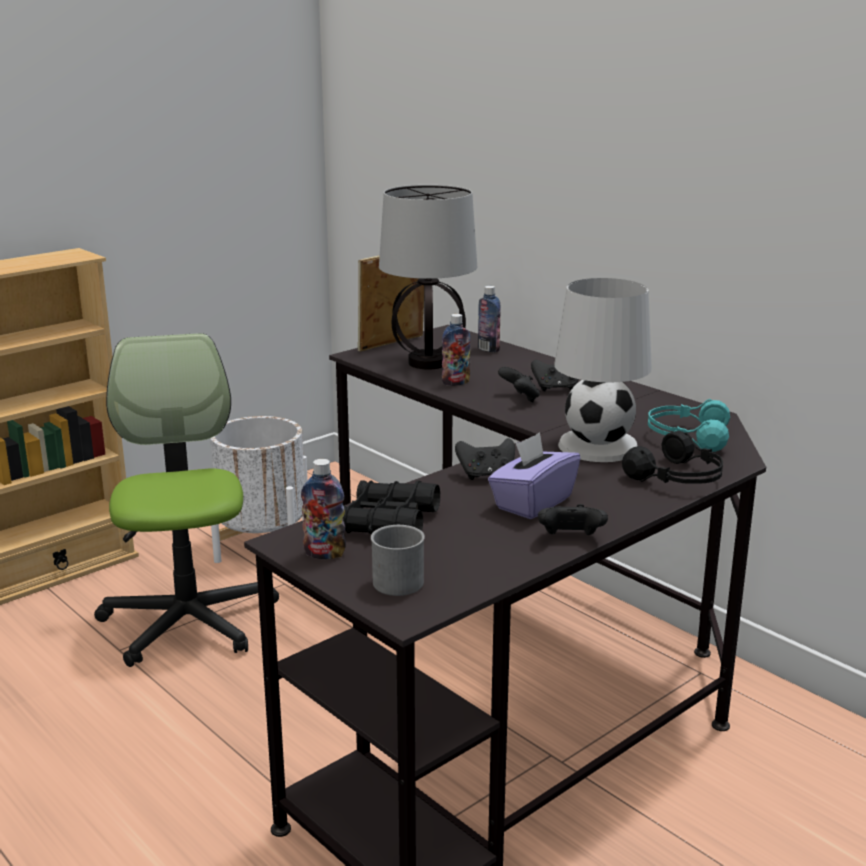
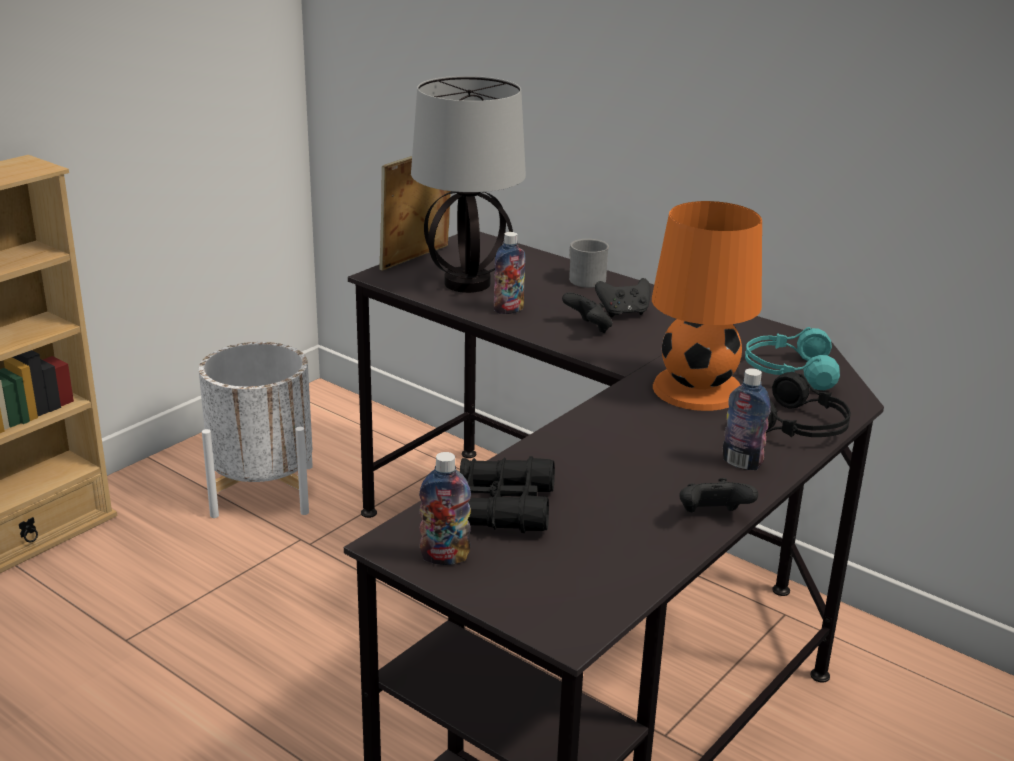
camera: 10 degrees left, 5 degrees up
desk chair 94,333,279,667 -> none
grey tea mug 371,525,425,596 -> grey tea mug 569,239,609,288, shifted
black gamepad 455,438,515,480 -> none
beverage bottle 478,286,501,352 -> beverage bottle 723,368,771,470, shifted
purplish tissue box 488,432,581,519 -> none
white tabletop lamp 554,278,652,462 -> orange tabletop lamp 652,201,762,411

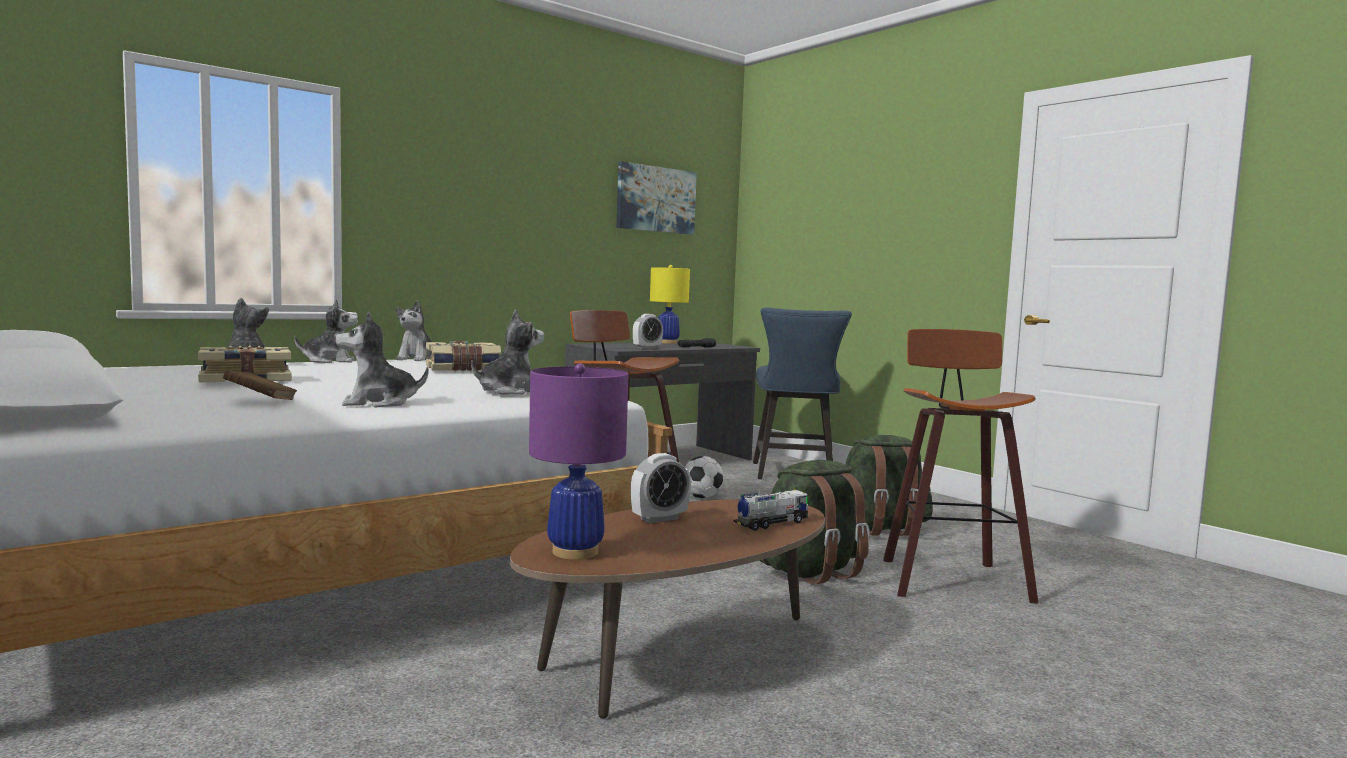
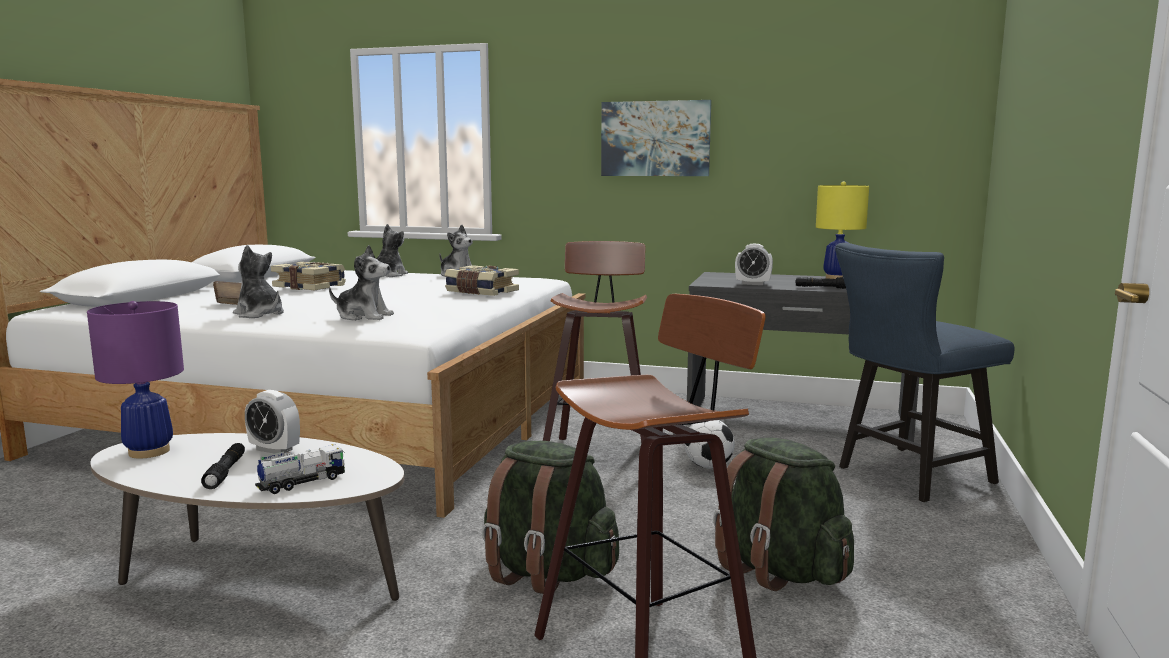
camera: 55 degrees right, 5 degrees up
soft toy 396,301,432,361 -> none
brown coffee table 510,499,825,719 -> white coffee table 90,433,404,601
picture 616,161,697,235 -> picture 601,100,711,176, shifted
model truck 734,489,808,531 -> model truck 255,444,345,494, 60 degrees counterclockwise
none -> black hand torch 201,443,245,489

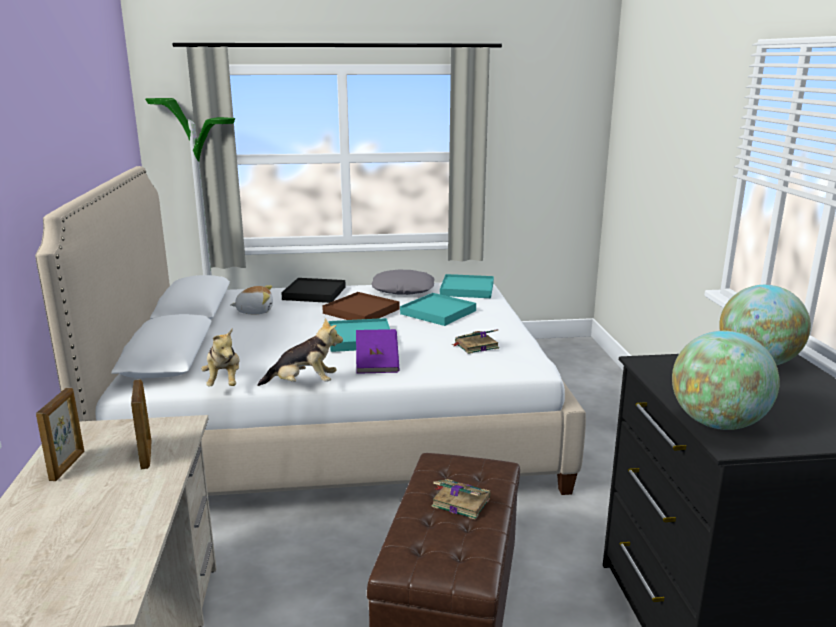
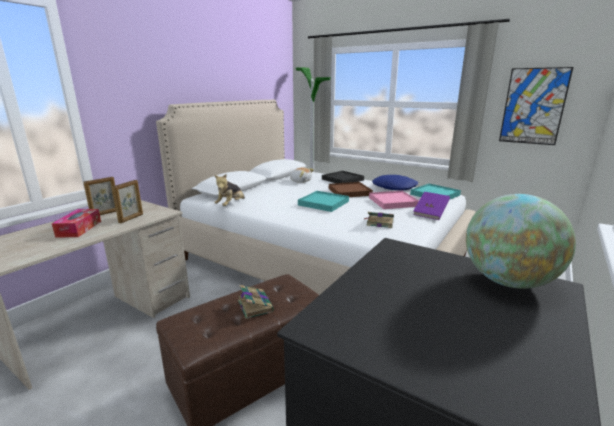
camera: 40 degrees right, 0 degrees up
soft toy 257,318,343,386 -> none
purplish bound book 356,329,400,374 -> purplish bound book 413,192,450,220, shifted
grey throw pillow 371,269,435,295 -> blue-coloured throw pillow 372,175,418,190
turquoise tray 400,293,476,326 -> pinkish tray 369,191,419,209
desk globe 672,331,780,430 -> none
none -> tissue box 52,209,101,237
none -> picture 499,67,573,145

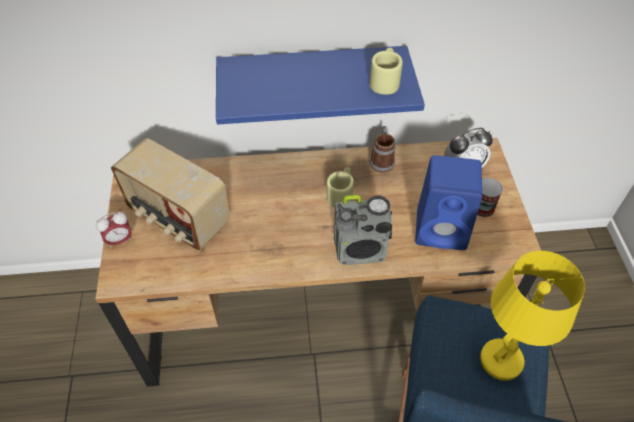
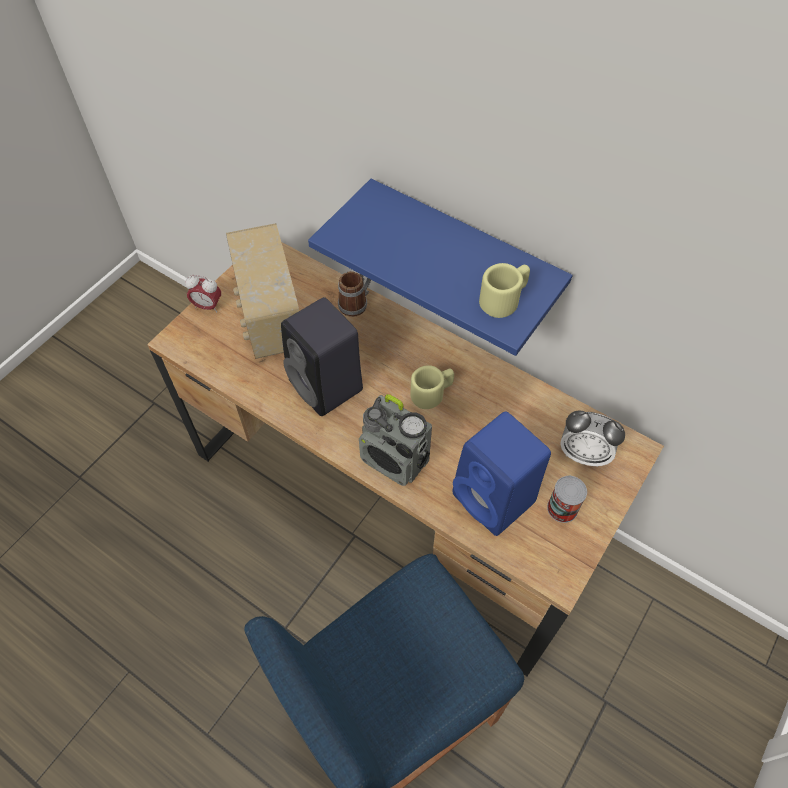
camera: 40 degrees right, 5 degrees up
tea mug 370,126,396,173 -> tea mug 338,271,371,317, shifted
yellow-coloured tabletop lamp 480,251,585,381 -> none
none -> black speaker 281,297,363,416

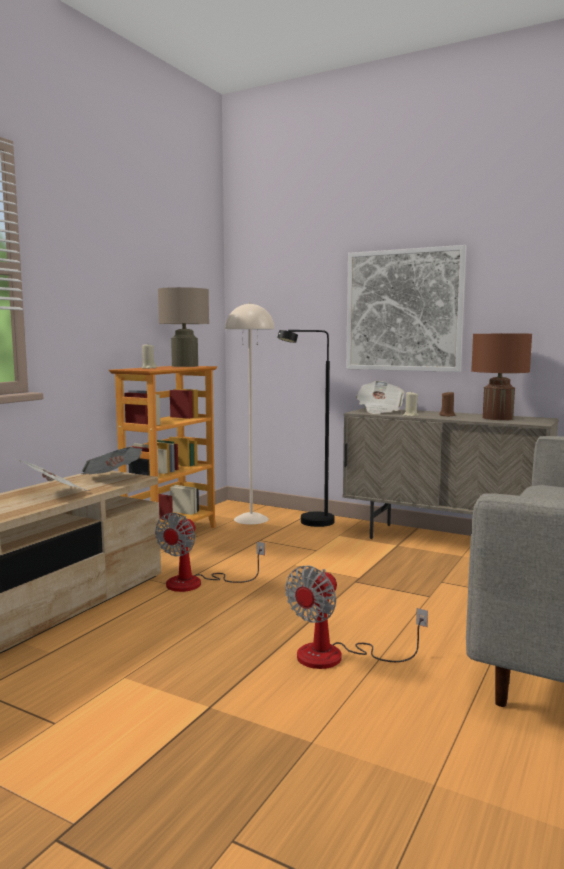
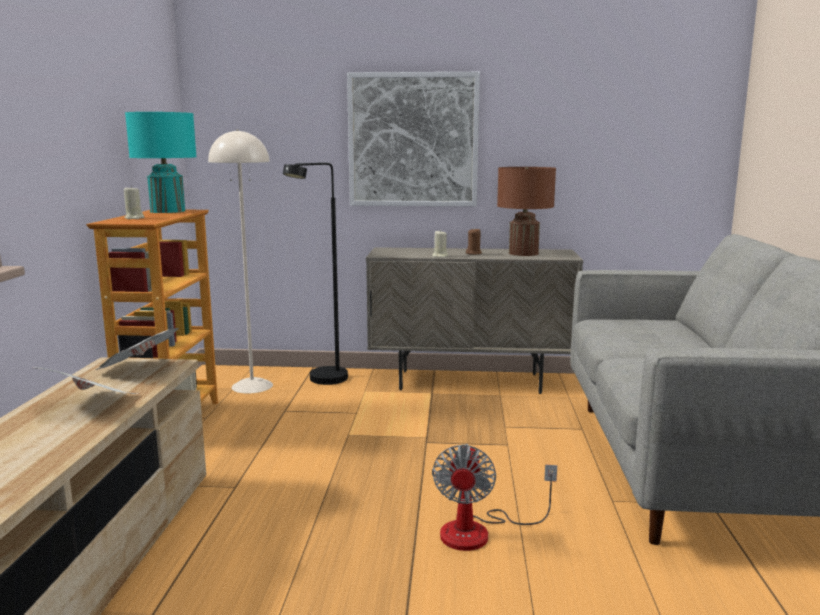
camera: 25 degrees left, 5 degrees up
electric fan 155,512,265,592 -> none
sand-coloured tabletop lamp 158,287,209,367 -> turquoise tabletop lamp 125,112,197,213
newspaper 356,381,405,414 -> none

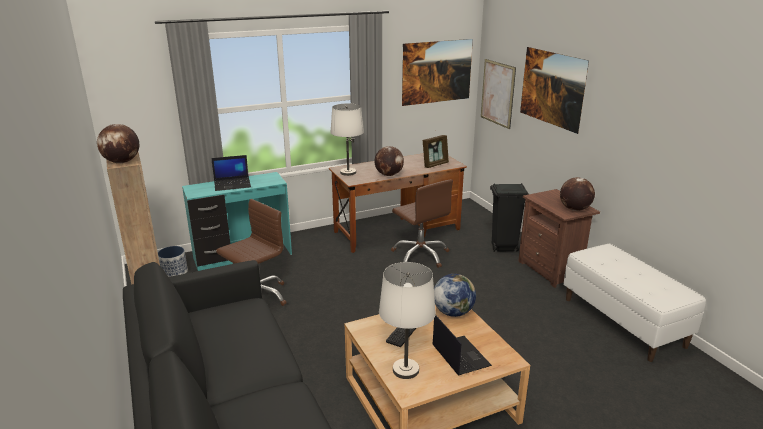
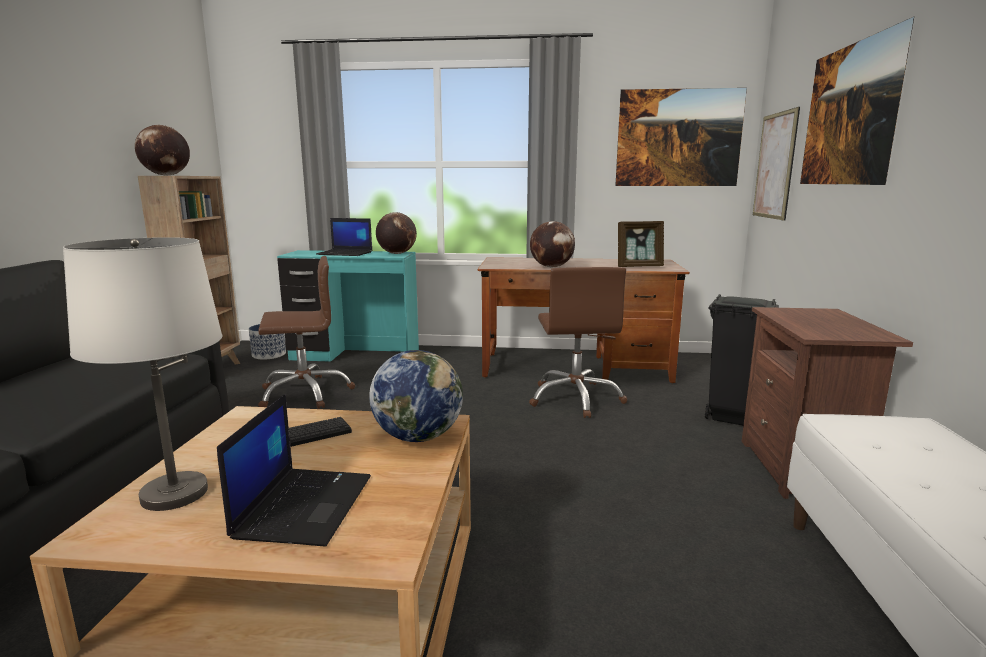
camera: 30 degrees right, 10 degrees down
white tabletop lamp 330,103,364,176 -> none
desk globe 560,177,595,211 -> desk globe 376,212,417,254, shifted

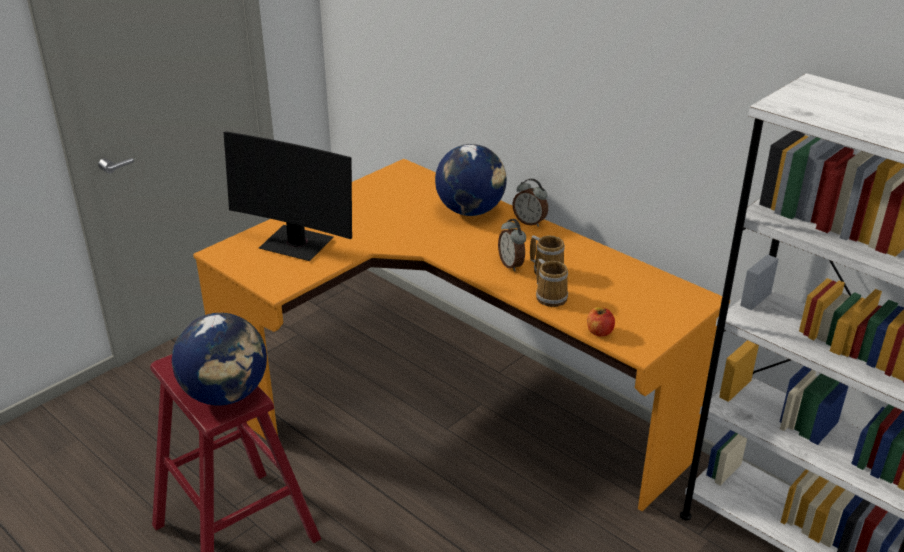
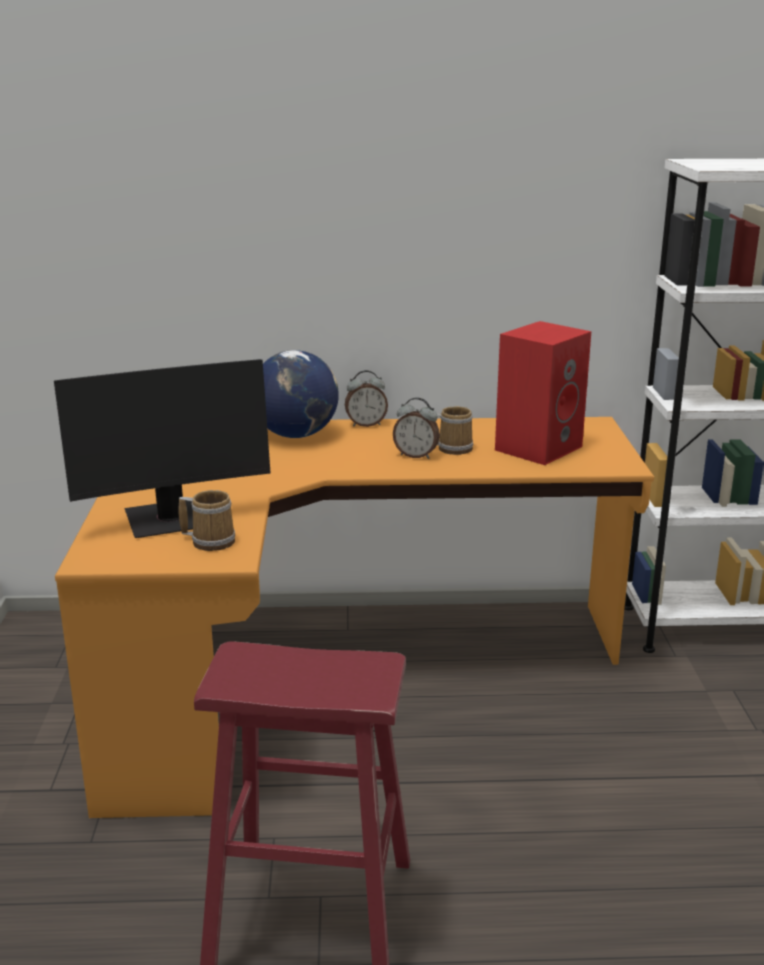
camera: 45 degrees left, 10 degrees down
desk globe 172,313,267,406 -> none
tea mug 536,259,568,307 -> tea mug 178,490,235,551, shifted
whole apple 587,307,615,337 -> none
none -> red speaker 495,321,591,465

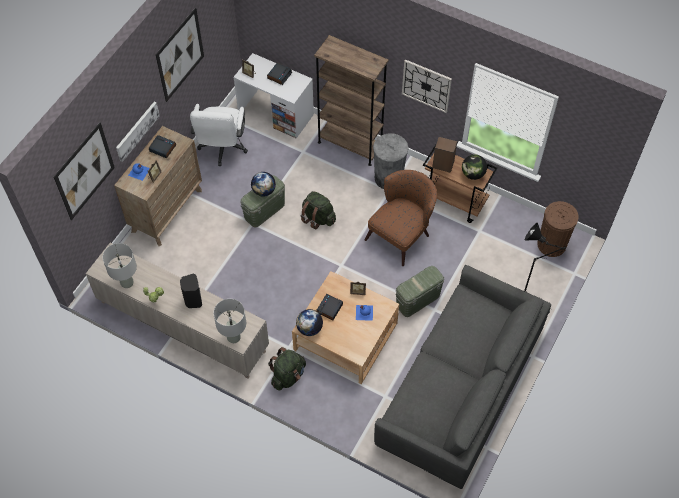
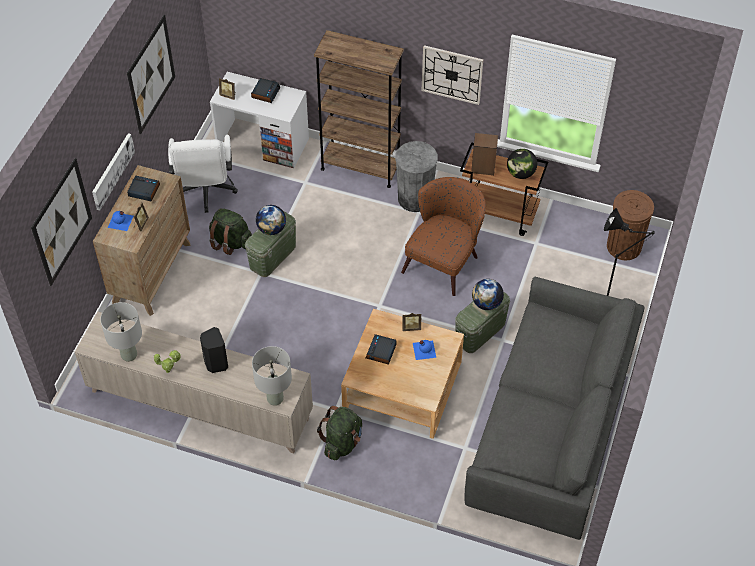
camera: 10 degrees left, 5 degrees down
desk globe 296,309,323,336 -> desk globe 472,279,504,310, shifted
green knapsack 301,191,336,229 -> green knapsack 209,208,252,255, shifted

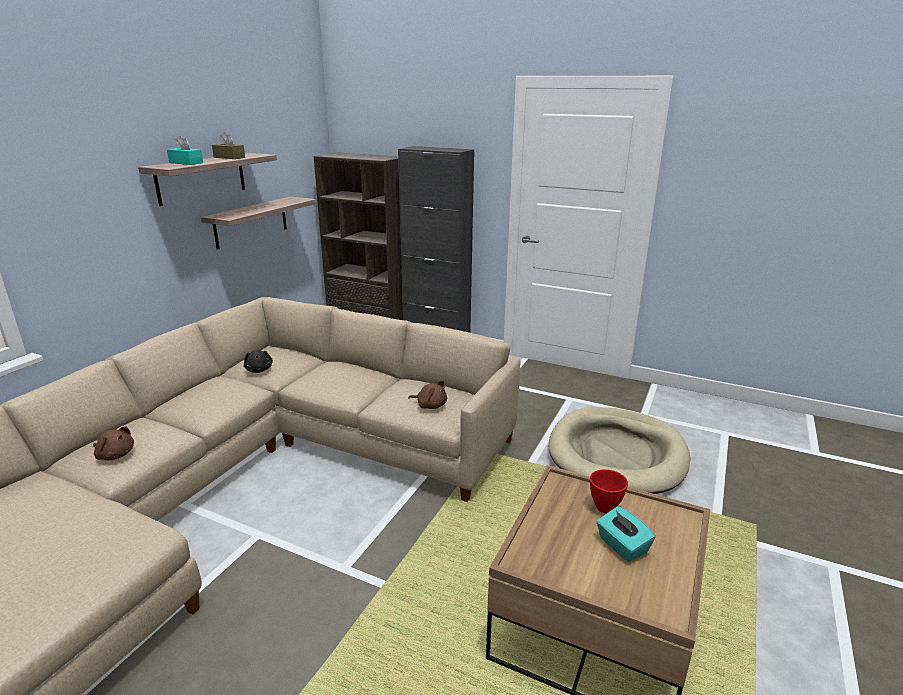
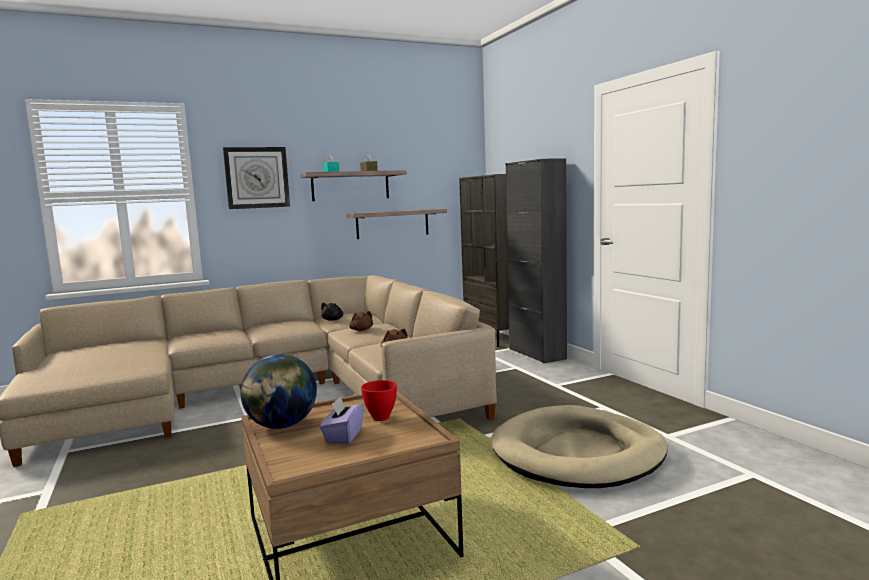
camera: 40 degrees right, 15 degrees down
brown soft toy 93,426,134,460 -> brown soft toy 349,311,373,331, shifted
turquoise tissue box 596,506,655,562 -> purplish tissue box 320,396,364,444
none -> clock on the wall 223,147,290,209
none -> desk globe 240,354,317,429

